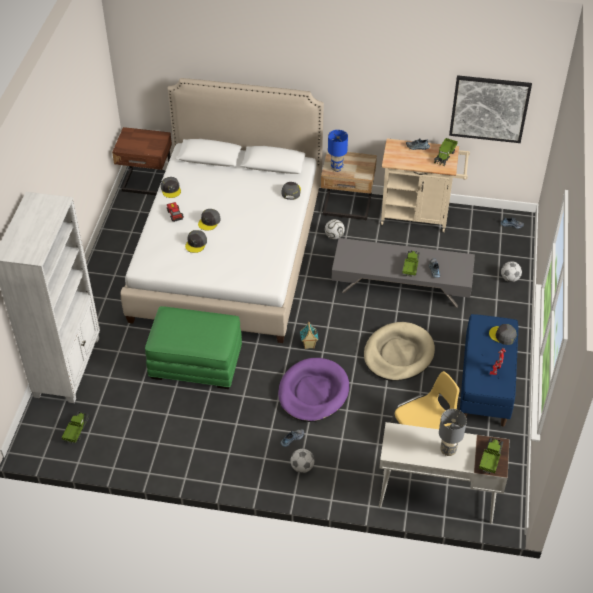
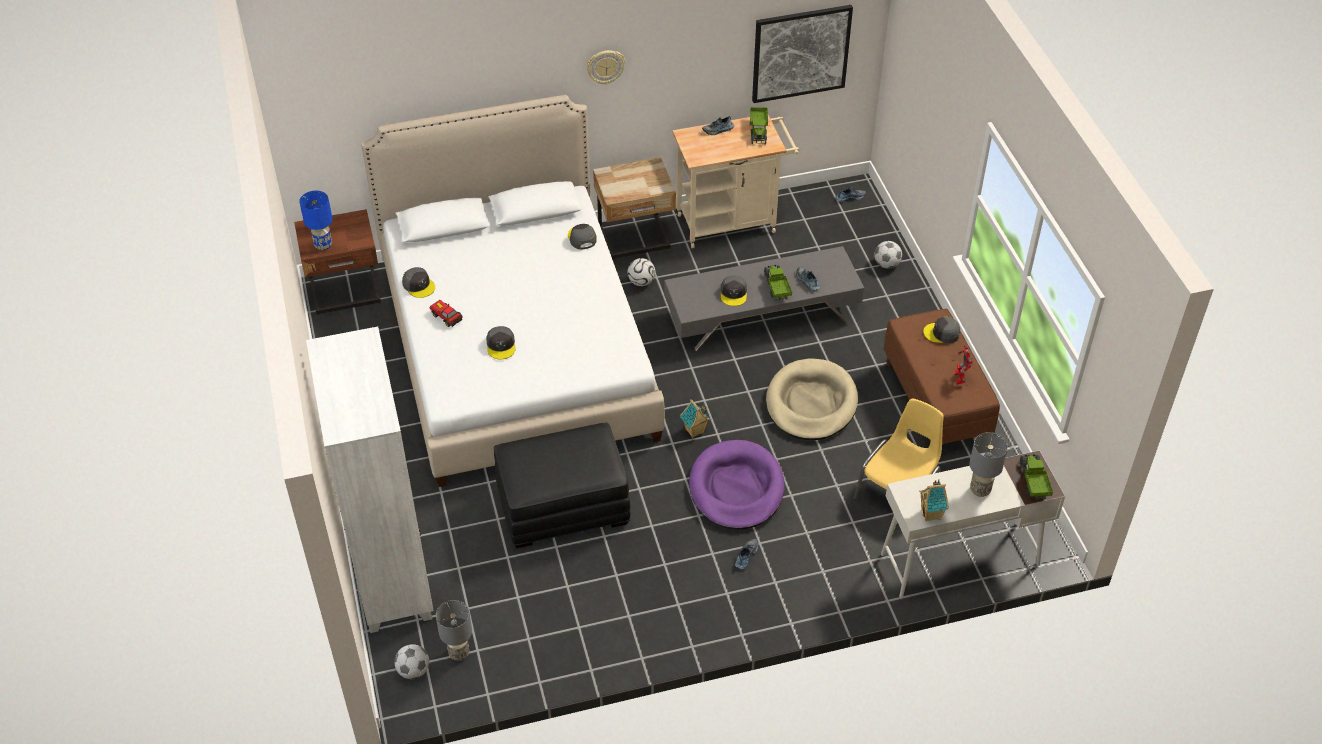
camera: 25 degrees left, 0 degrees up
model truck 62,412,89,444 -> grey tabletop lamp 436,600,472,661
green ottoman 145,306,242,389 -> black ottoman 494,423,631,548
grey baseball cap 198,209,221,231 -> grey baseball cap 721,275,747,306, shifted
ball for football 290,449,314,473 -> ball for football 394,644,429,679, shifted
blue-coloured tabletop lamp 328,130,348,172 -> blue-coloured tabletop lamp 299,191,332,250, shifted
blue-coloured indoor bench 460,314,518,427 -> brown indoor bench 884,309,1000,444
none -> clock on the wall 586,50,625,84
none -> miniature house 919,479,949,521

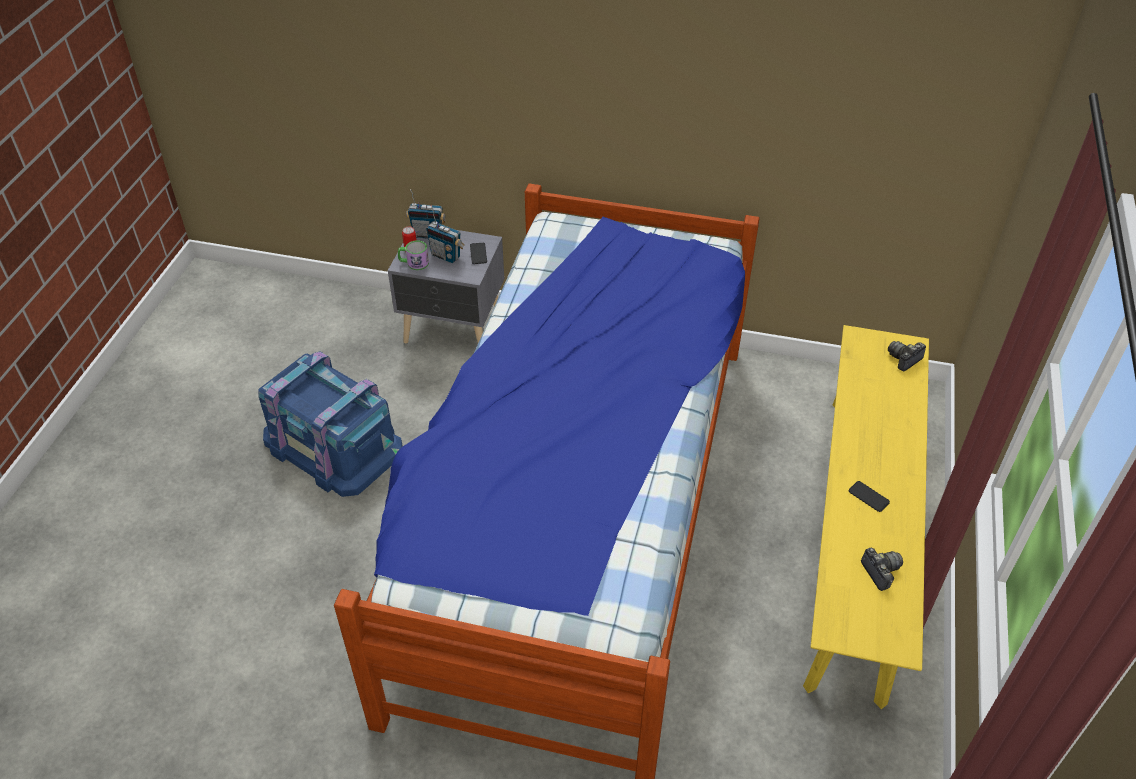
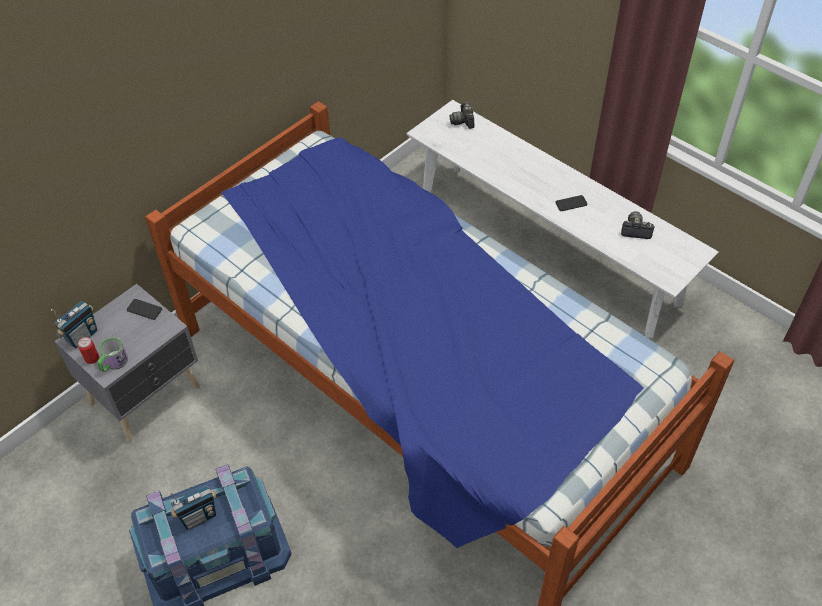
camera: 60 degrees left, 5 degrees up
radio receiver 426,207,464,263 -> radio receiver 169,485,217,530, shifted
yellow-coloured indoor bench 803,325,929,709 -> white indoor bench 407,100,718,338

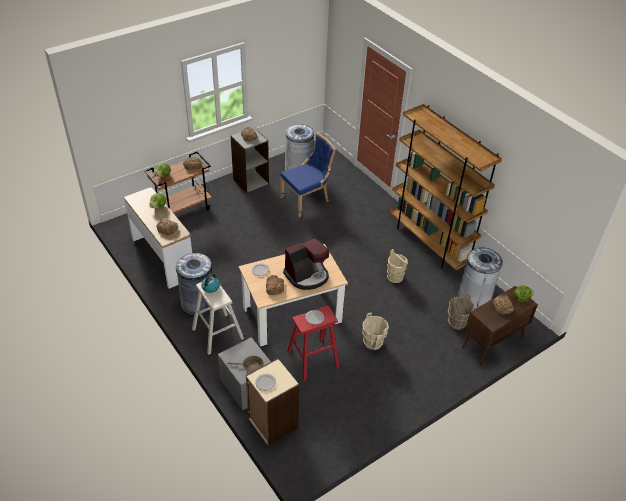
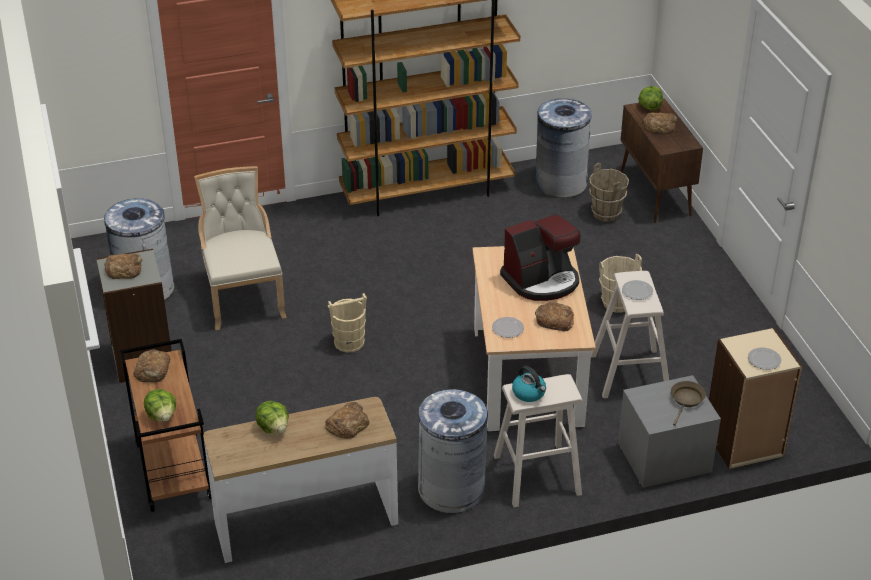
camera: 70 degrees left, 5 degrees down
blue-coloured chair 280,133,336,217 -> sand-coloured chair 194,166,287,330
coffee machine 283,238,329,290 -> coffee machine 500,214,581,301, 75 degrees clockwise
red sitting stool 287,306,339,381 -> sand-coloured sitting stool 591,271,669,398
sand-coloured water bucket 387,249,408,283 -> sand-coloured water bucket 328,293,367,353, shifted

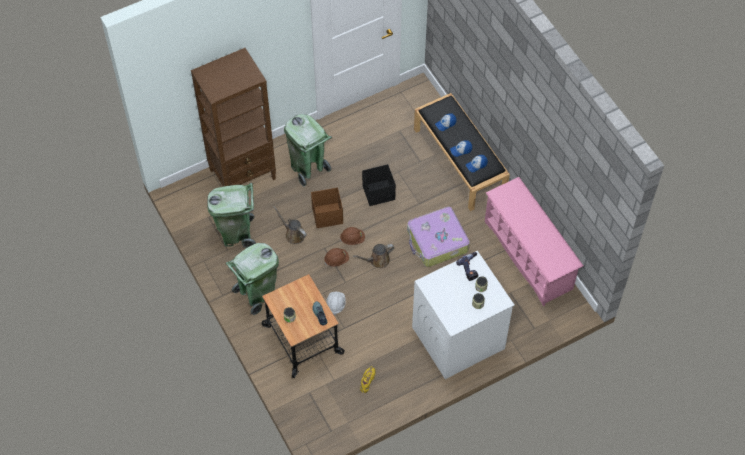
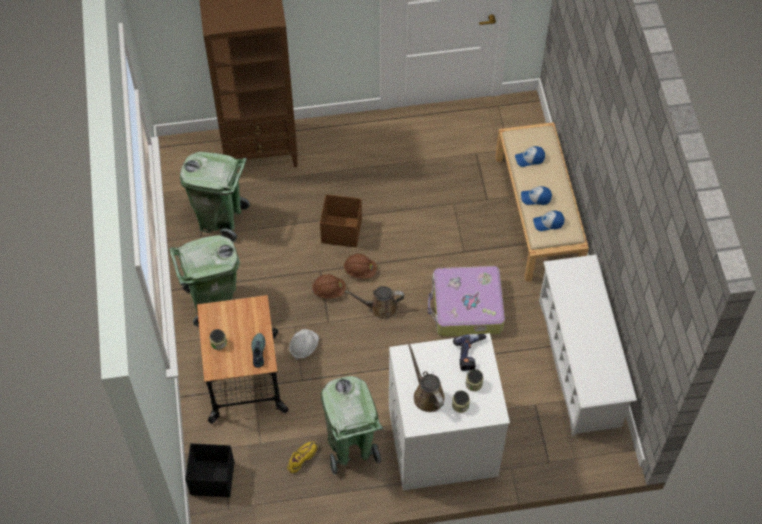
camera: 20 degrees right, 0 degrees up
brown watering pot 274,206,306,244 -> brown watering pot 408,344,444,412, shifted
green waste bin 284,114,332,187 -> green waste bin 321,376,383,475, shifted
black storage container 362,164,396,206 -> black storage container 185,443,234,497, shifted
black indoor bench 414,93,510,211 -> sand-coloured indoor bench 495,122,589,282
pinkish shoe stand 485,177,583,306 -> white shoe stand 539,255,637,437

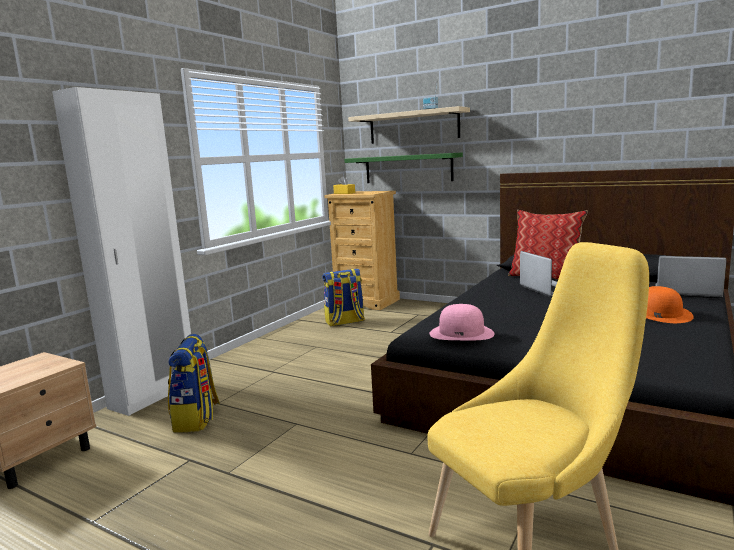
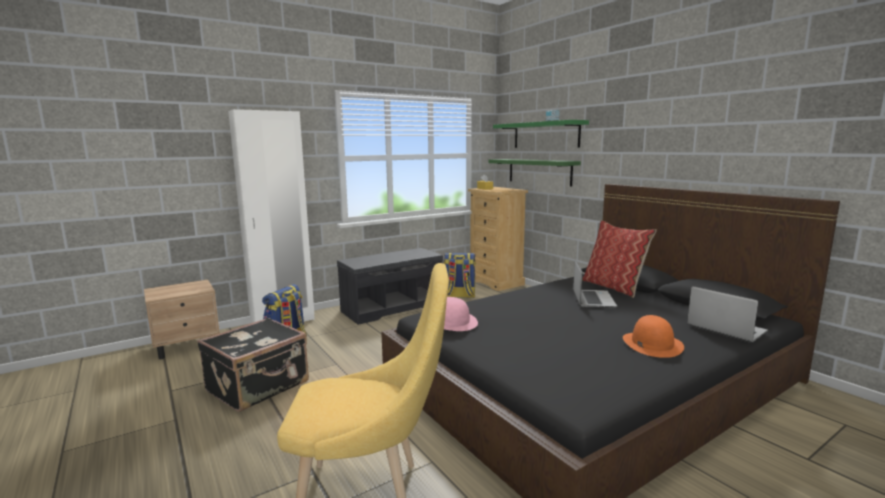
camera: 25 degrees right, 0 degrees up
sand-coloured shelf 348,106,470,144 -> green shelf 493,120,589,148
none -> black travel case 197,317,309,412
none -> grey indoor bench 337,248,443,325

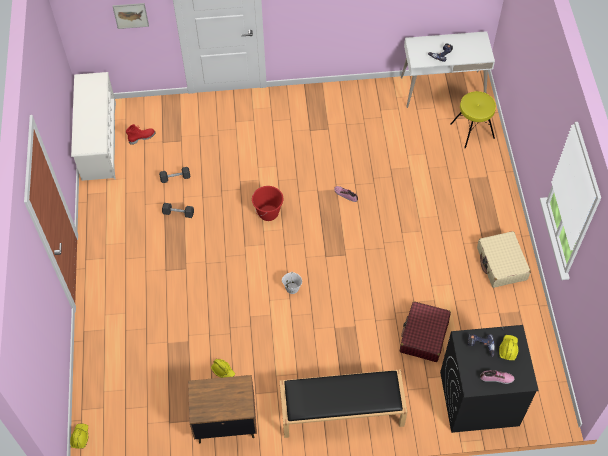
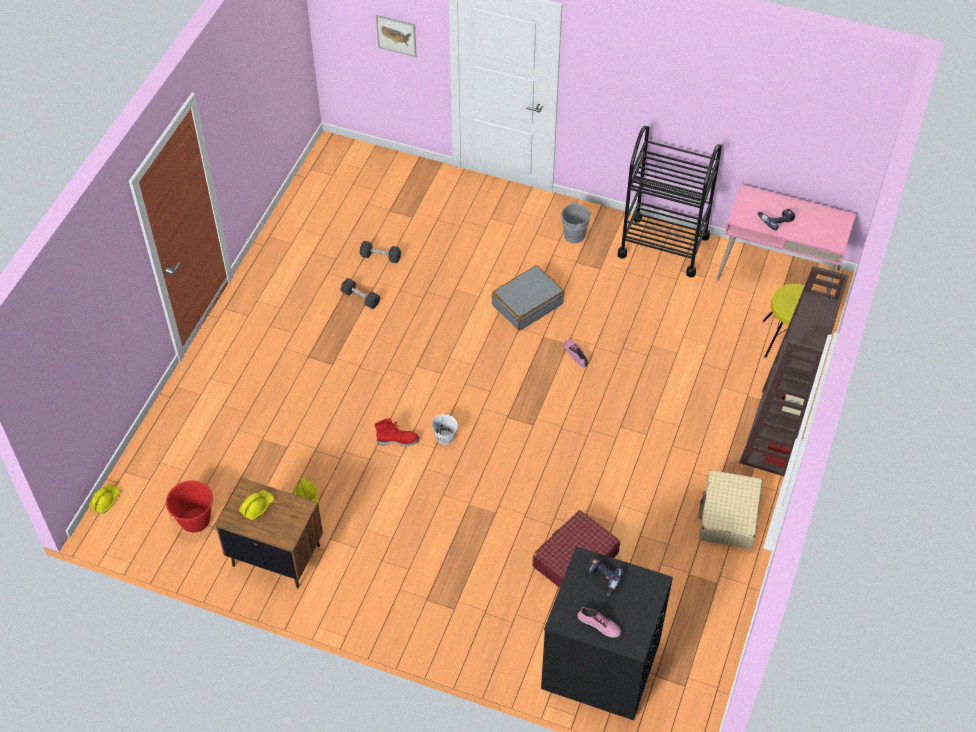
camera: 25 degrees right, 5 degrees down
white shoe stand 71,72,116,181 -> none
red high-top boot 126,124,155,145 -> red high-top boot 375,418,419,446, shifted
red water bucket 252,186,283,221 -> red water bucket 166,480,213,533, shifted
black indoor bench 280,369,407,438 -> none
white desk unit 401,31,495,108 -> pinkish desk unit 717,184,856,294
yellow-coloured safety helmet 499,335,518,361 -> yellow-coloured safety helmet 239,490,274,520, shifted
none -> grey travel case 492,265,564,331
none -> grey water bucket 561,201,595,243
none -> black wheeled cart 618,126,722,277
none -> brown bookcase 739,266,849,476

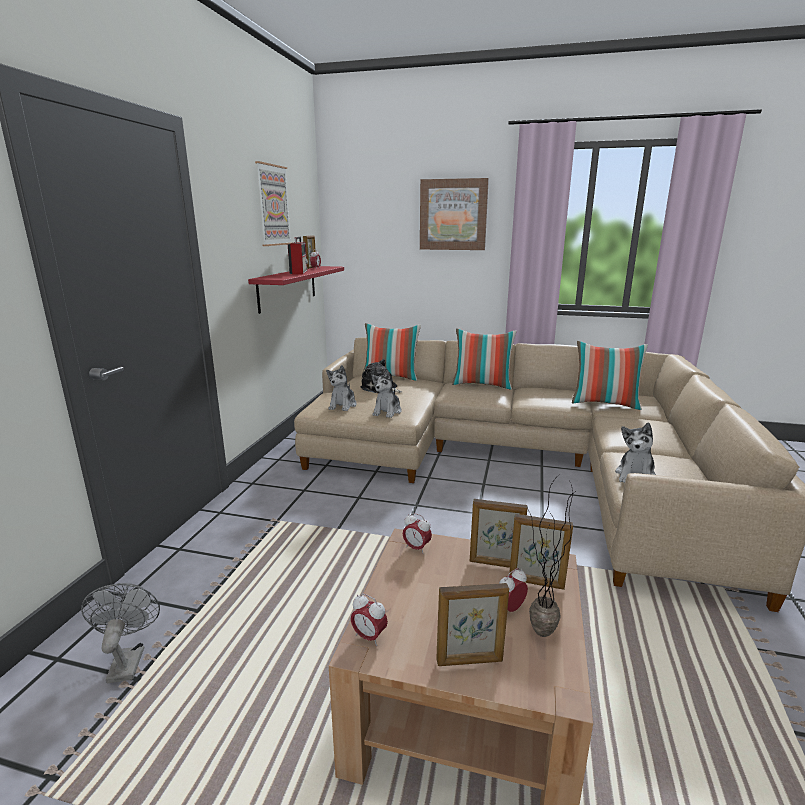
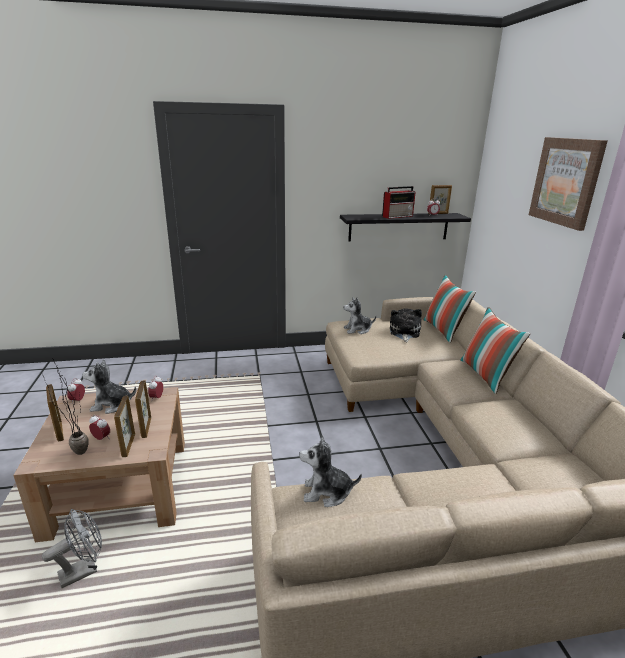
camera: 65 degrees right, 5 degrees up
grey electric fan 81,583,160,683 -> grey electric fan 42,509,102,588, shifted
red shelf 248,266,344,314 -> black shelf 340,213,471,242
picture 255,161,291,246 -> none
soft toy 372,370,402,418 -> soft toy 82,360,136,414, shifted
throw pillow 572,341,648,410 -> none

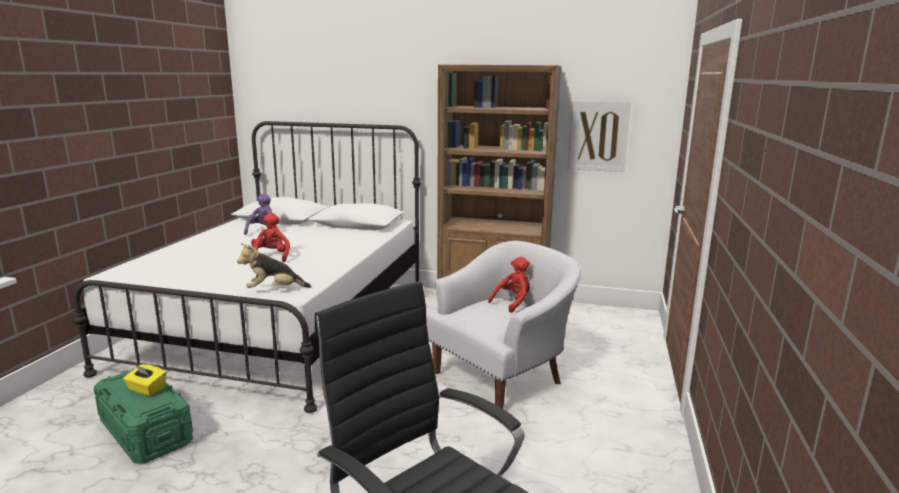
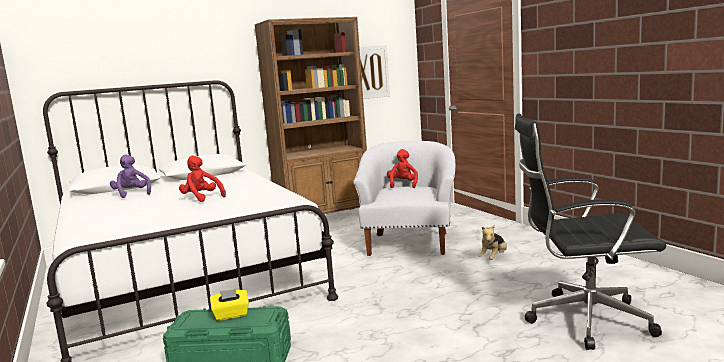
camera: 40 degrees left, 5 degrees down
soft toy 237,243,311,288 -> soft toy 478,224,507,260, shifted

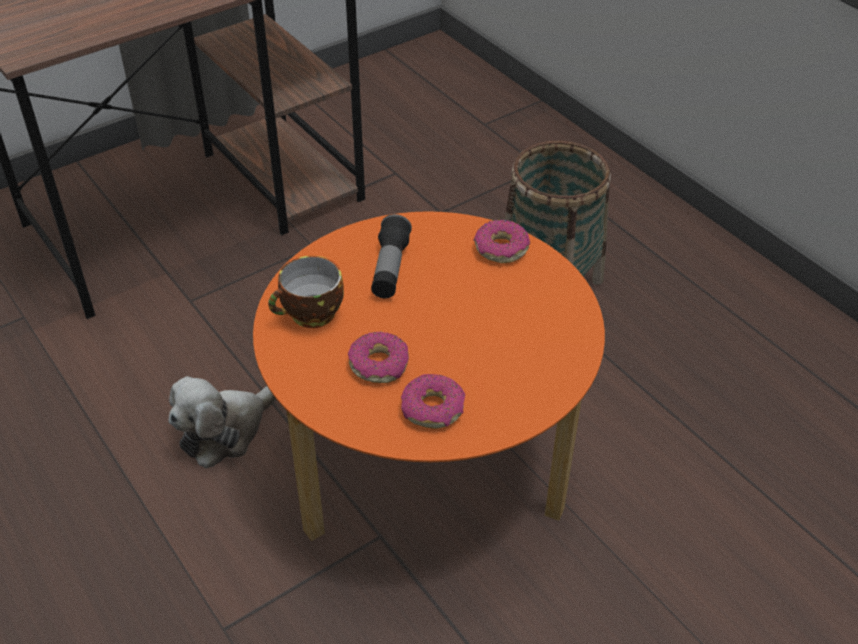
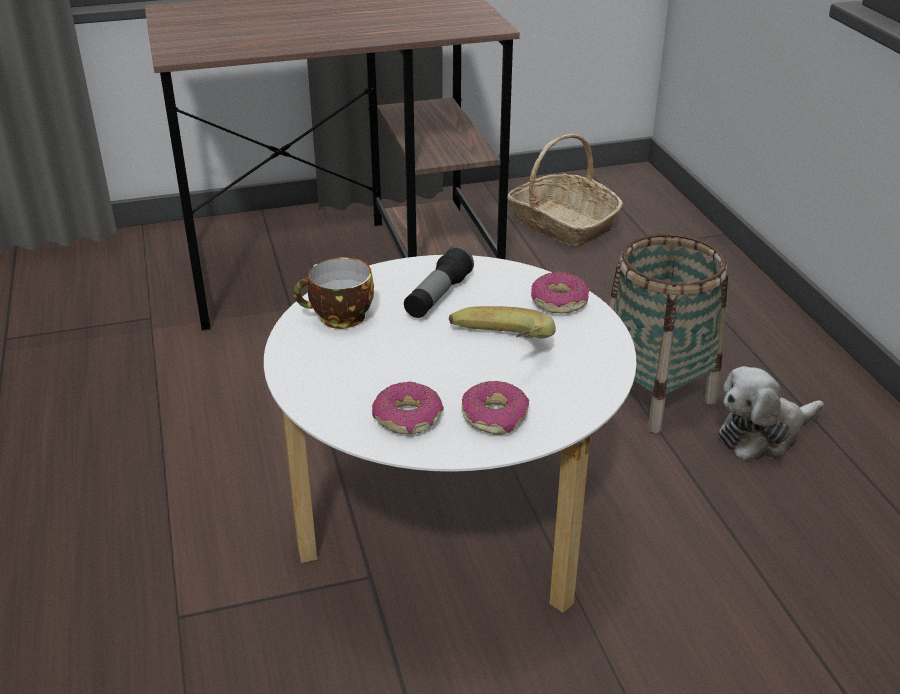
camera: 20 degrees right, 10 degrees down
soft toy 168,376,276,469 -> soft toy 718,366,824,461, shifted
orange coffee table 253,211,605,541 -> white coffee table 264,255,637,613
doughnut 348,332,409,383 -> doughnut 462,381,529,435, shifted
none -> whole banana 449,306,556,338
none -> basket 508,134,623,247

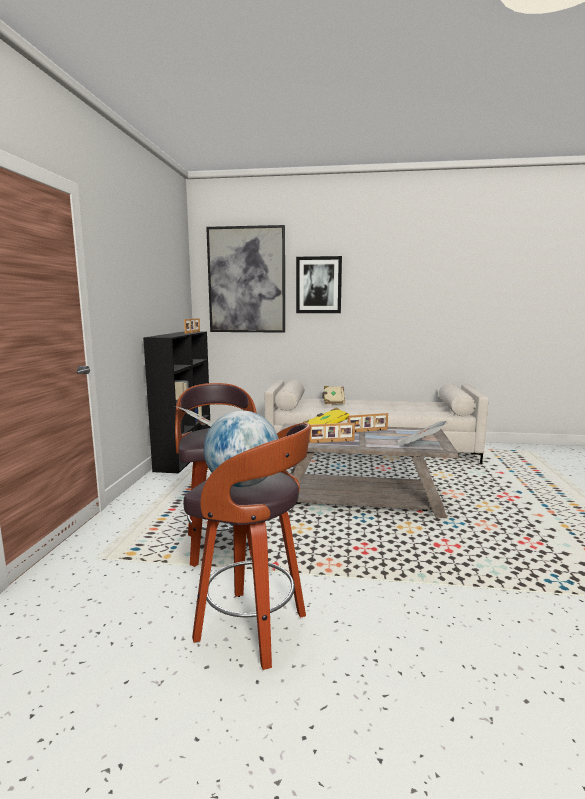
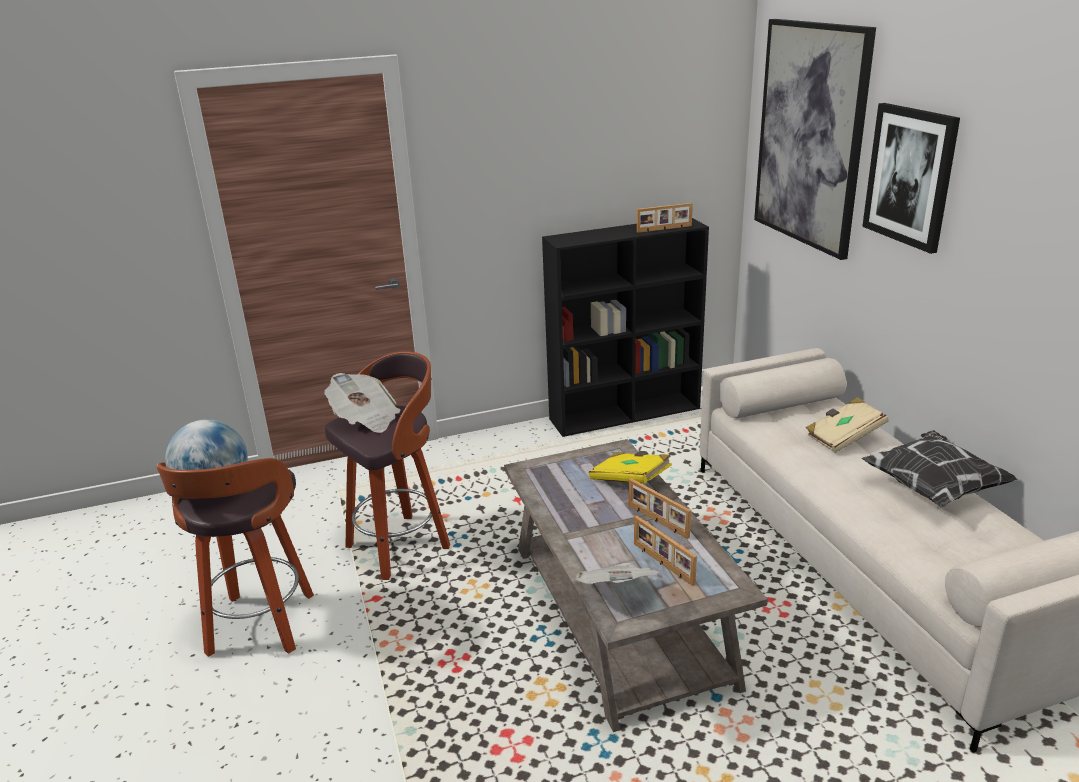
camera: 65 degrees right, 15 degrees up
standing frame 309,423,355,443 -> standing frame 634,516,697,586, shifted
none -> throw pillow 862,430,1018,508

